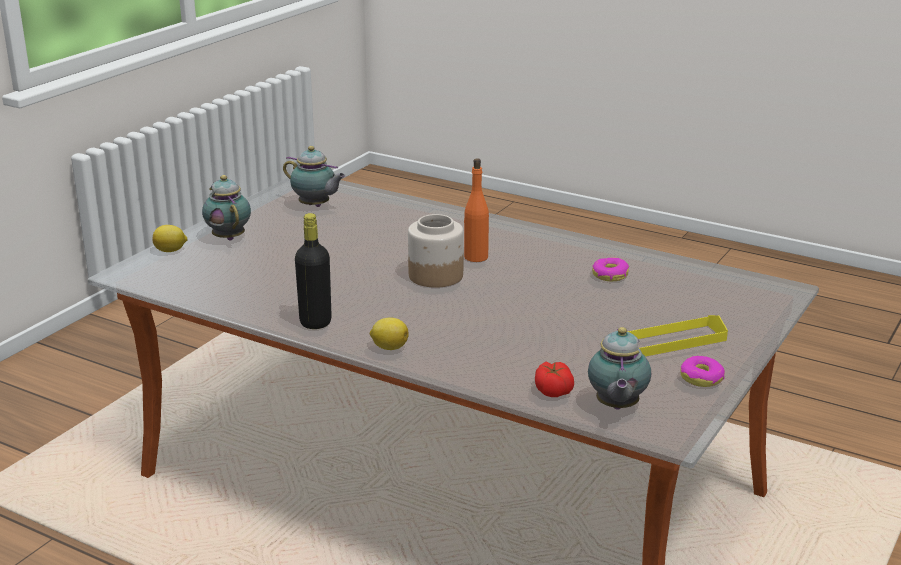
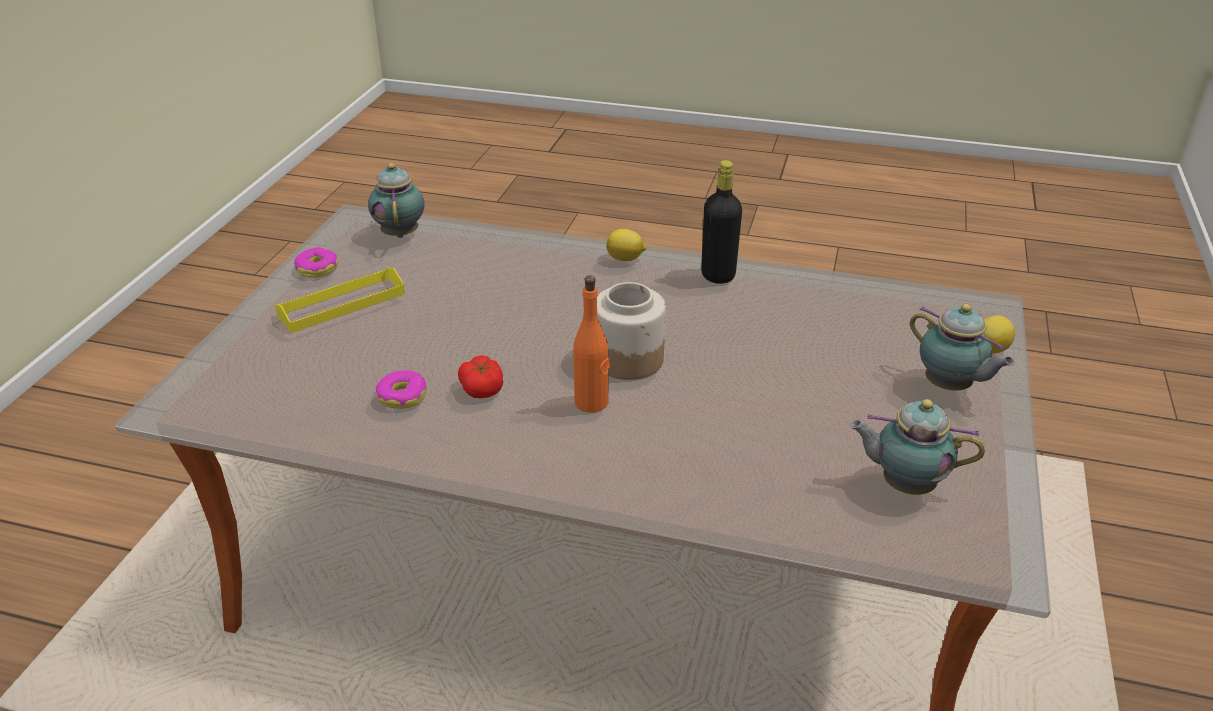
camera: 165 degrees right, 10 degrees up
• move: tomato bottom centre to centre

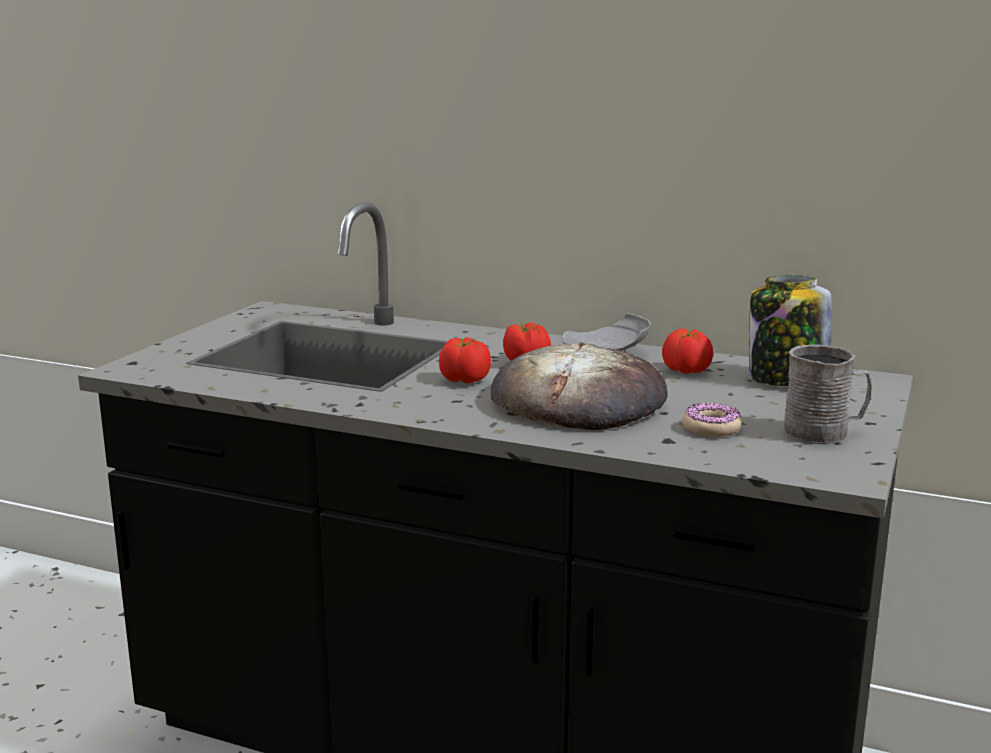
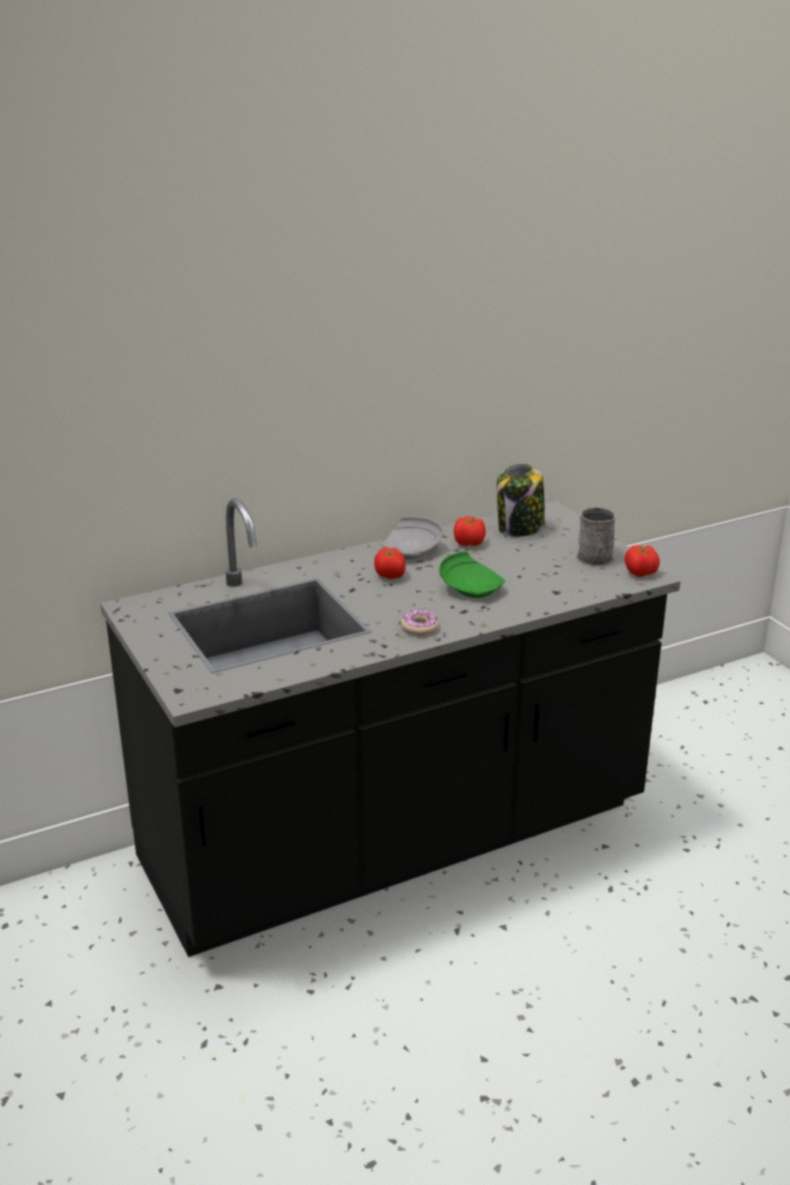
camera: 50 degrees left, 10 degrees up
• move: tomato (1st from left in the first image) centre to tomato (3rd from left) middle right
• replace: bakery bread centre to greenish plate centre
• move: doughnut middle right to centre

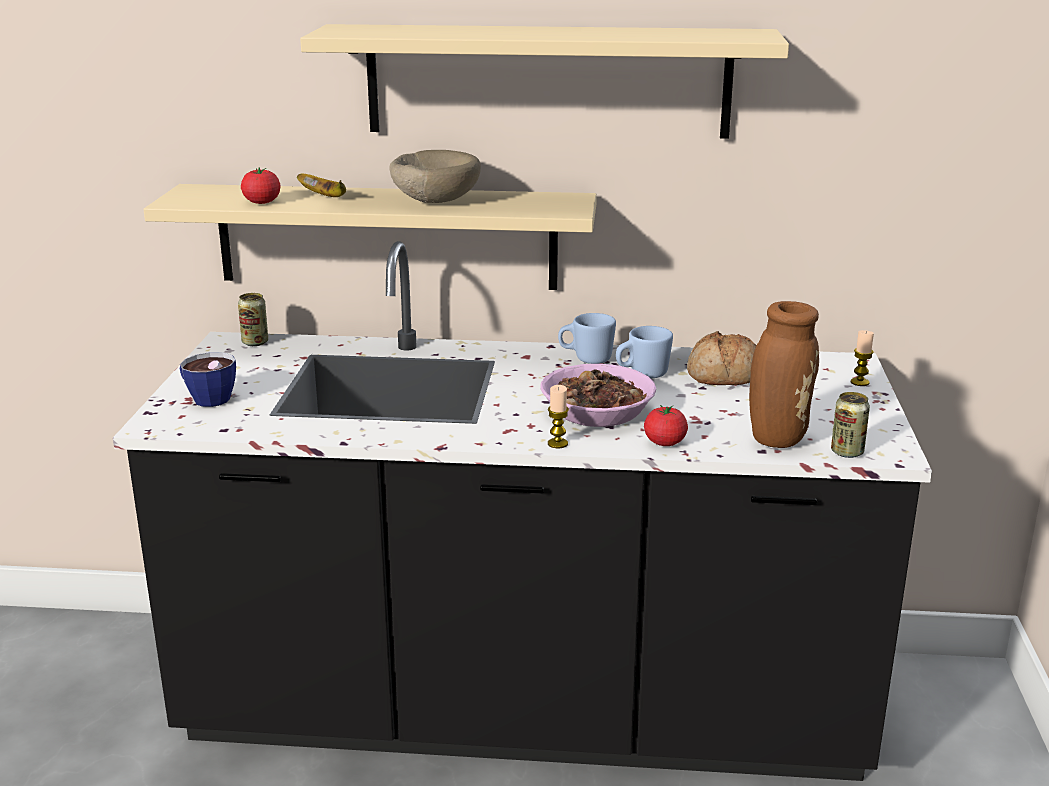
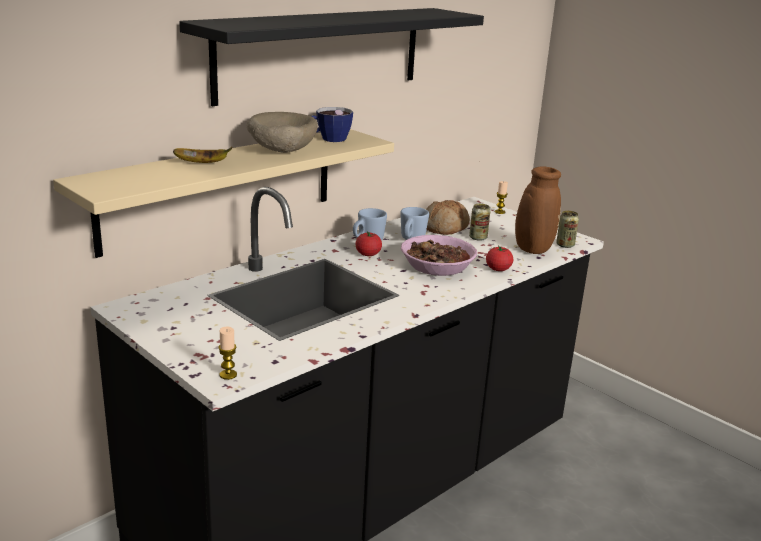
camera: 50 degrees left, 0 degrees up
• move: drinking cup middle left to top centre
• move: metal can (1st from left) middle left to centre
• move: tomato (1st from left) top left to centre
• recolor: beige wall shelf (2nd from left) top centre to blackish wall shelf top centre
• move: wax light (1st from left) centre to middle left

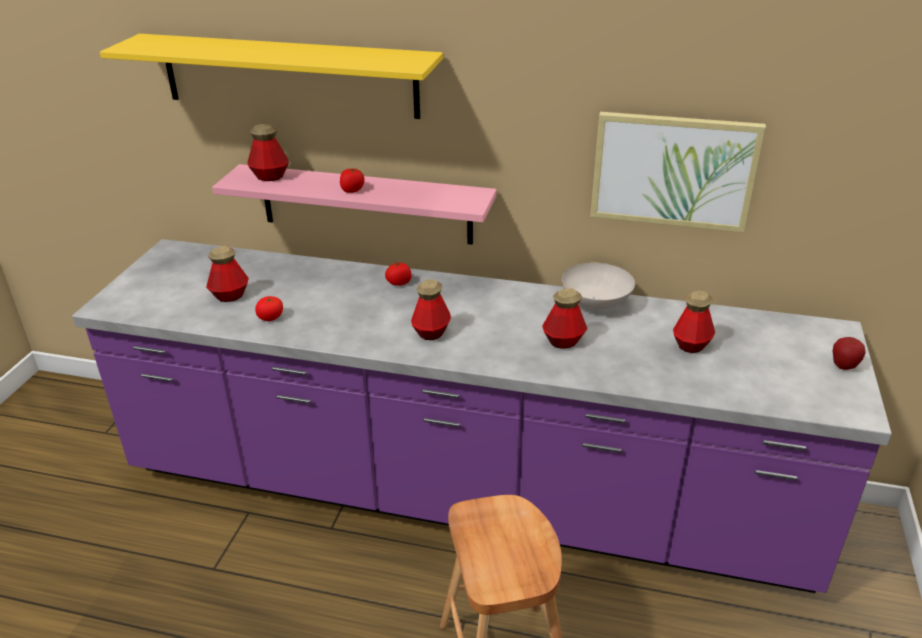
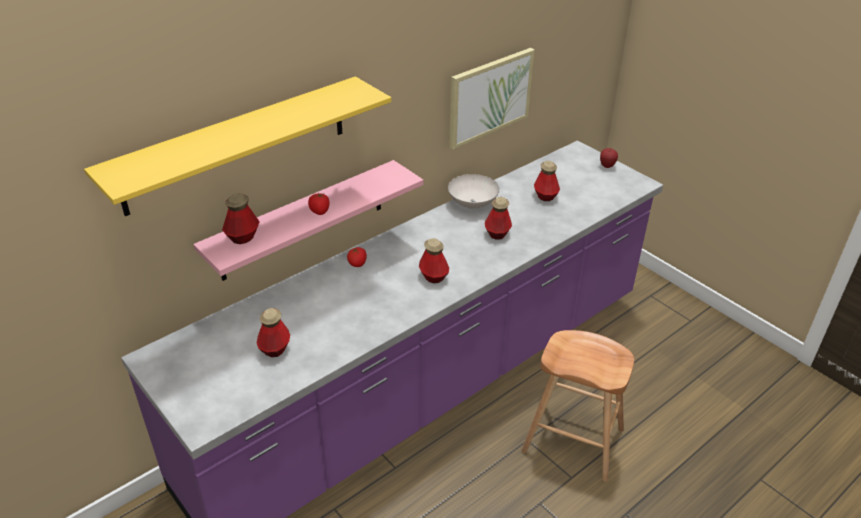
camera: 55 degrees left, 5 degrees up
• delete: tomato (1st from left) middle left

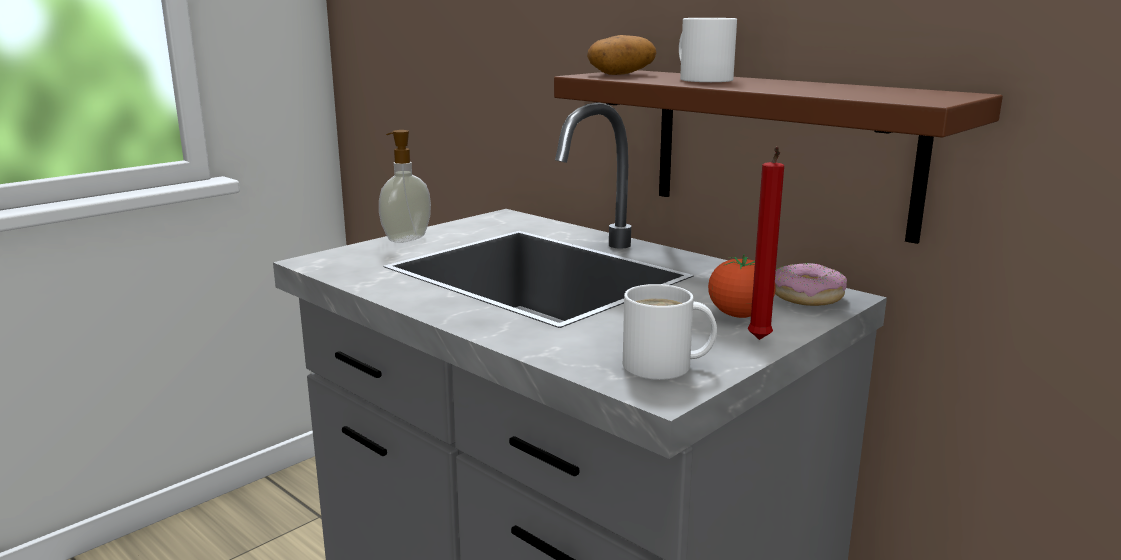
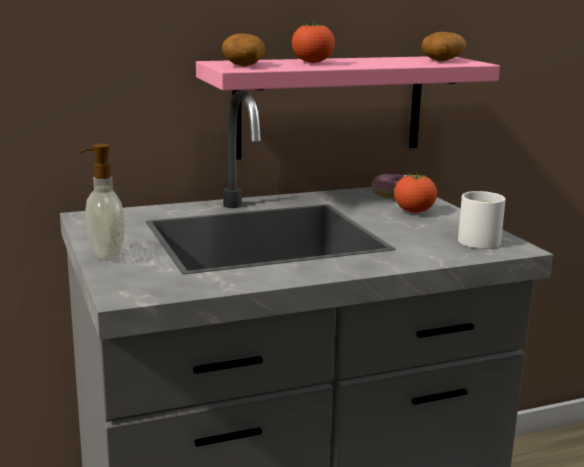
camera: 65 degrees left, 0 degrees up
• recolor: brownish wall shelf top right to pinkish wall shelf top centre
• replace: white mug (2nd from left) top centre to tomato (1st from left) top centre
• delete: red wax light middle right
• insert: whole potato (2nd from left) top right

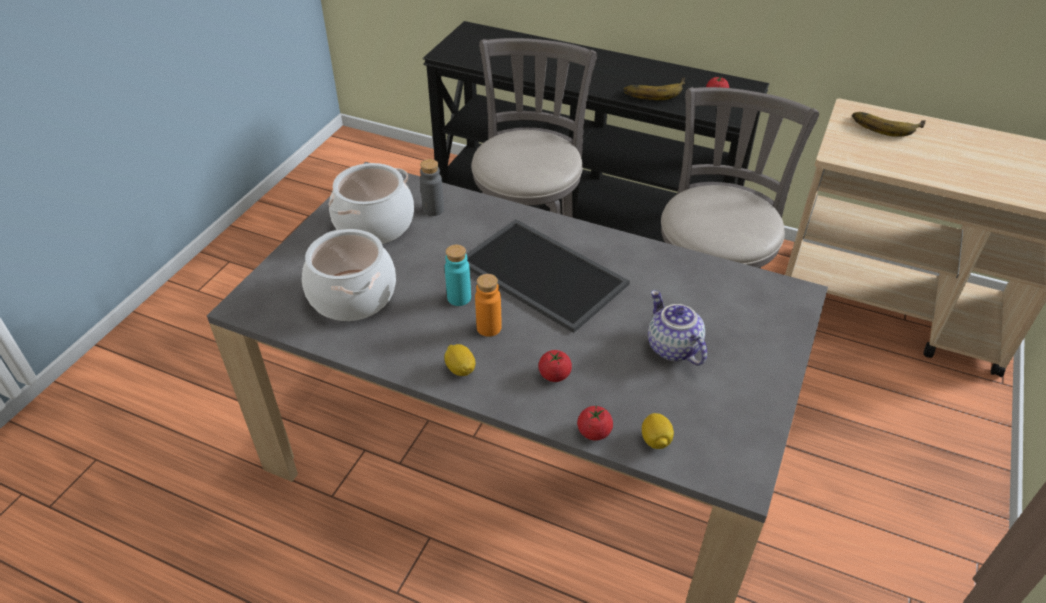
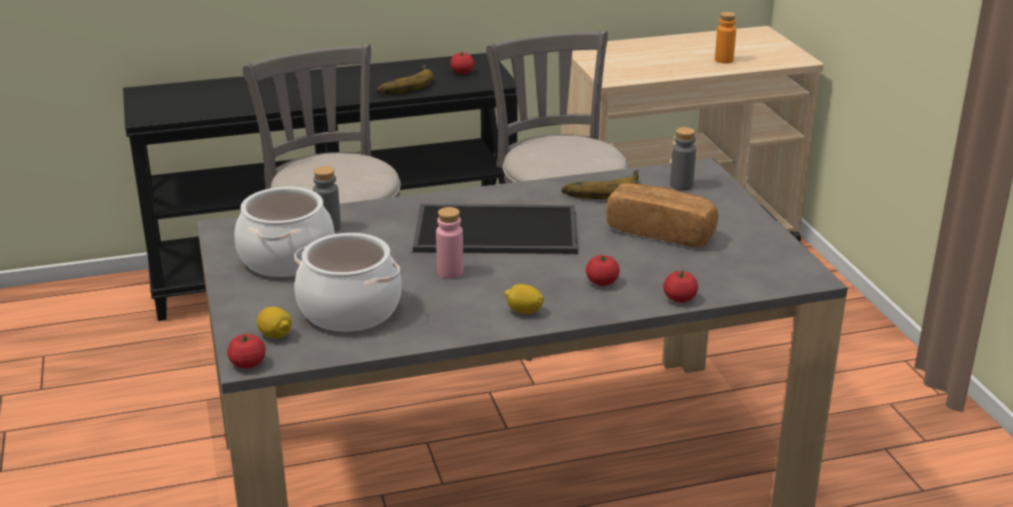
camera: 40 degrees left, 15 degrees down
• recolor: blue-green beverage bottle centre to pinkish beverage bottle centre
• move: orange beverage bottle centre to top right
• move: citrus fruit (2nd from left in the first image) bottom centre to citrus fruit (1st from left) middle left
• replace: teapot centre to bakery bread centre
• move: whole banana (2nd from left) top right to centre
• insert: tomato (1st from left) bottom left
• insert: gray beverage bottle (2nd from left) top right

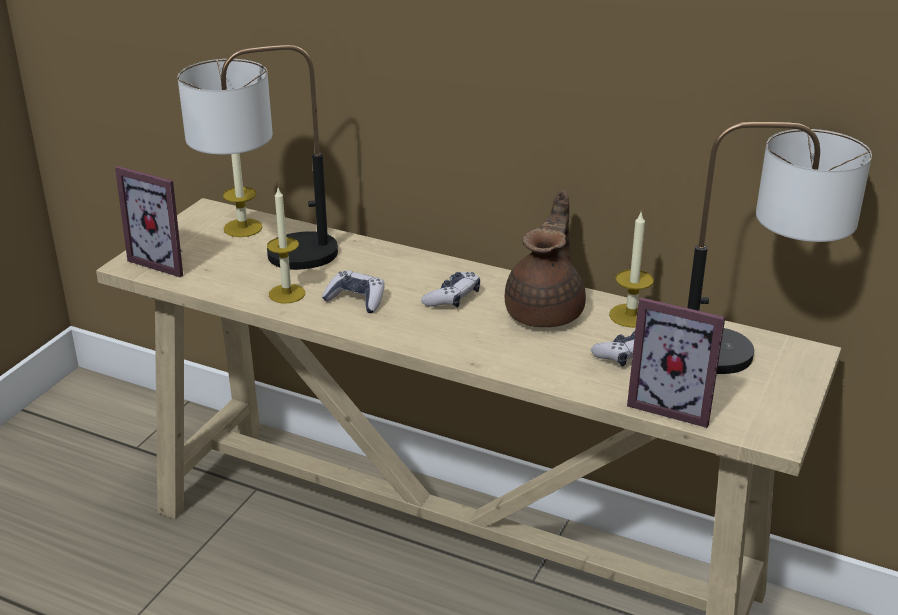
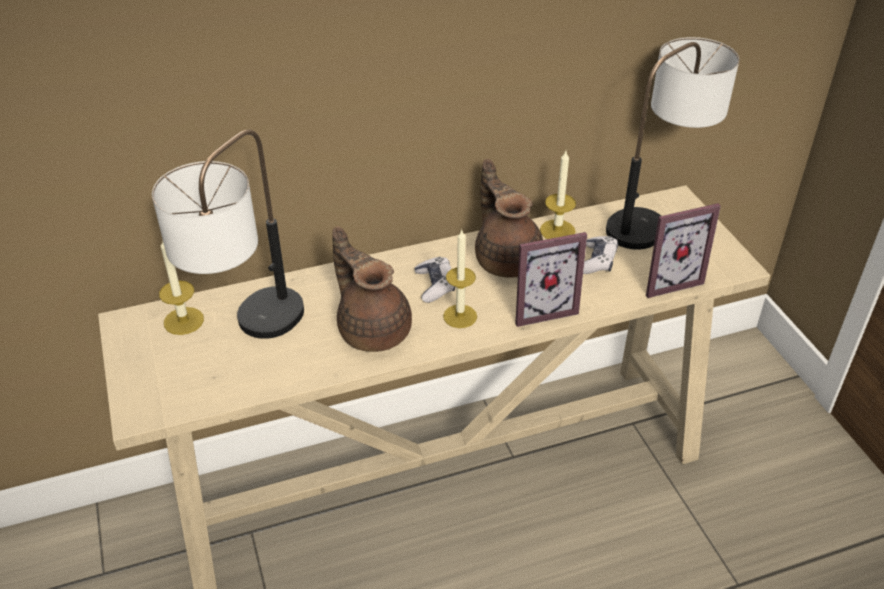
camera: 45 degrees left, 10 degrees up
• move: photo frame (1st from left) middle left to centre
• move: wax light (2nd from left) middle left to centre
• replace: joypad (1st from left) centre to brownish teapot (1st from left) centre

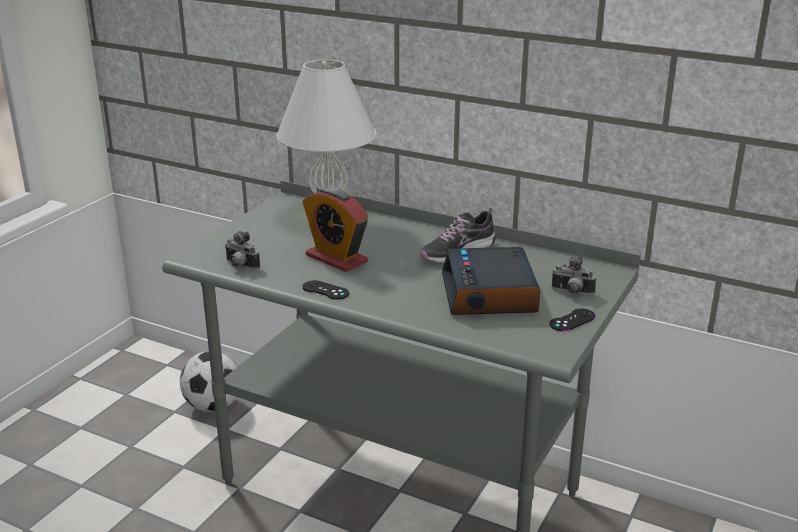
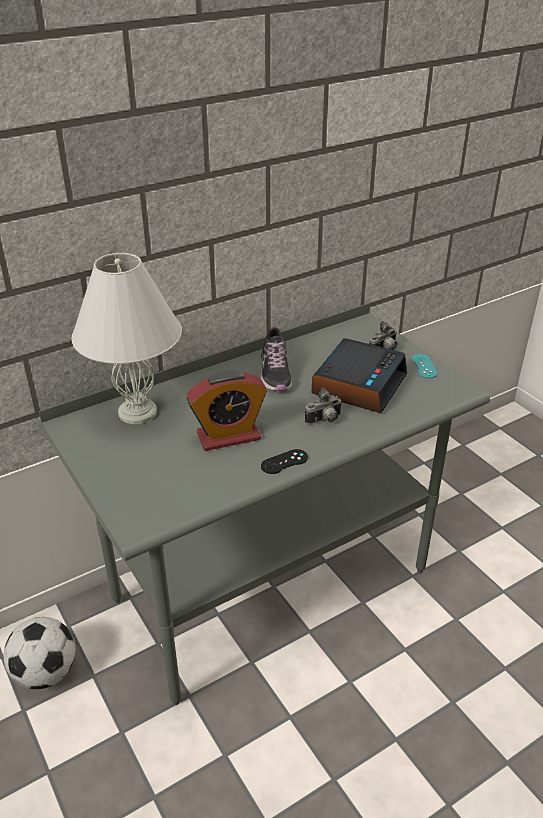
camera: 60 degrees left, 10 degrees up
• move: photo camera (1st from left) middle left to centre
• rotate: bedside clock (2nd from left) centre = centre 90 degrees counterclockwise
• recolor: blackish joypad (2nd from left) middle right to blue-green joypad middle right

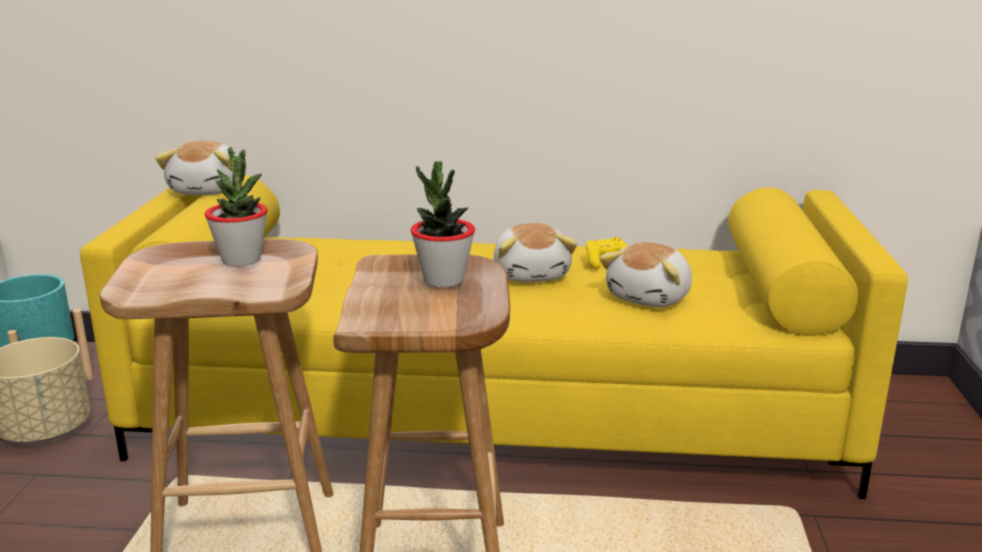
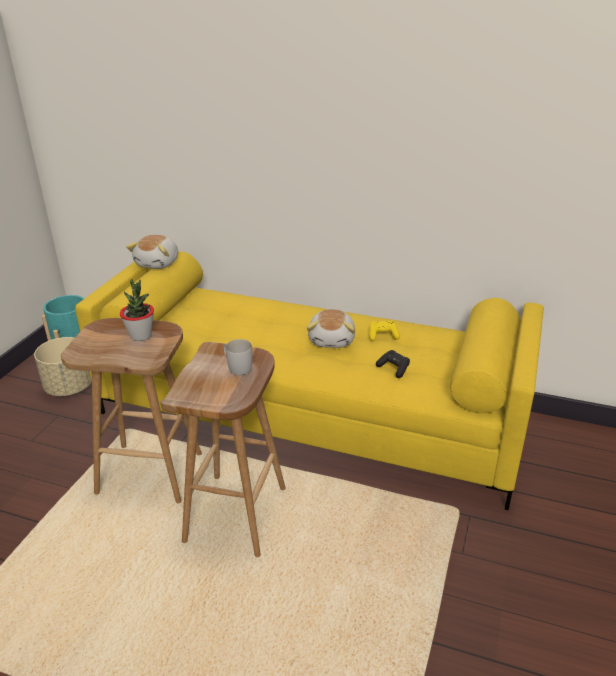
camera: 15 degrees right, 10 degrees up
• replace: houseplant (2nd from left) centre to white mug centre
• replace: cuddly toy (3rd from left) centre to blackish joypad centre

